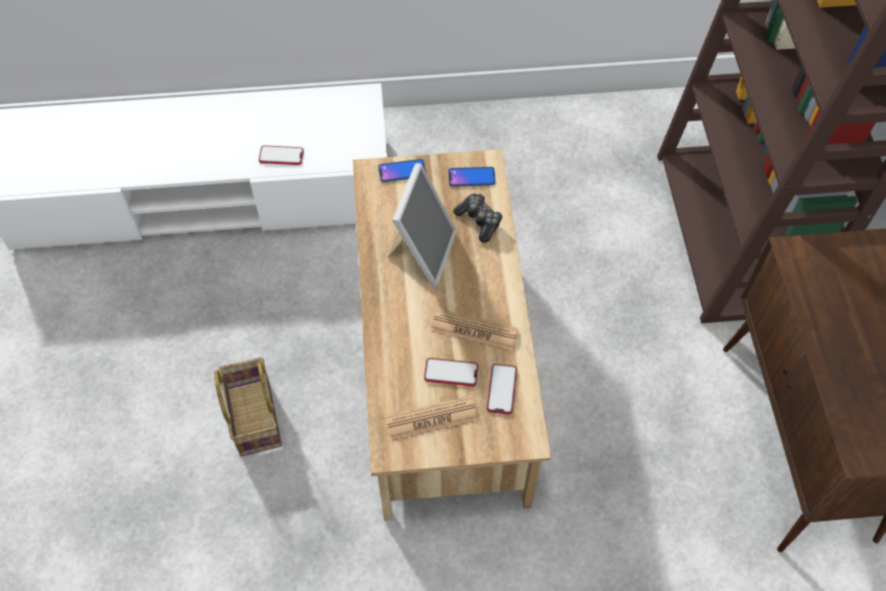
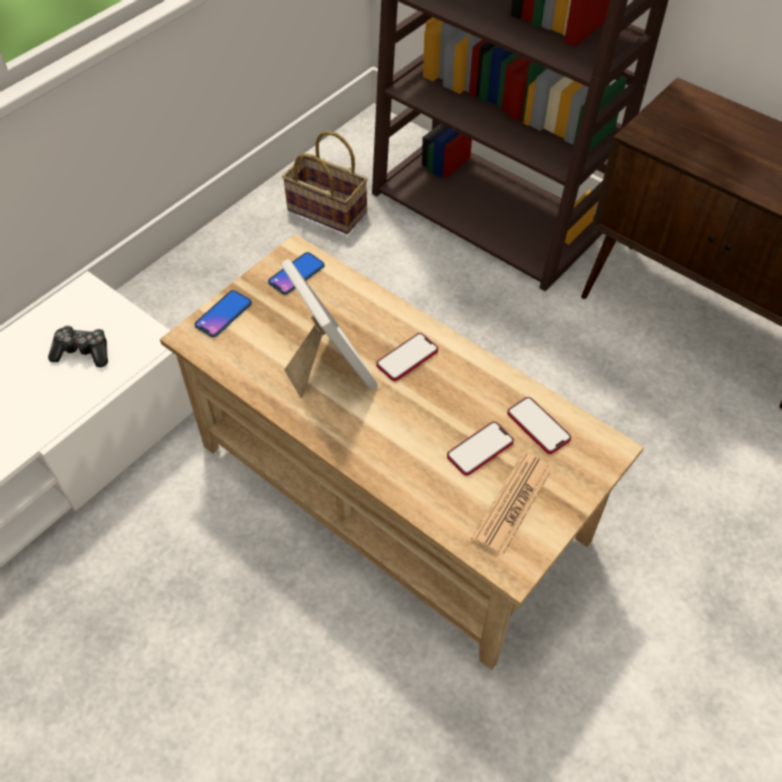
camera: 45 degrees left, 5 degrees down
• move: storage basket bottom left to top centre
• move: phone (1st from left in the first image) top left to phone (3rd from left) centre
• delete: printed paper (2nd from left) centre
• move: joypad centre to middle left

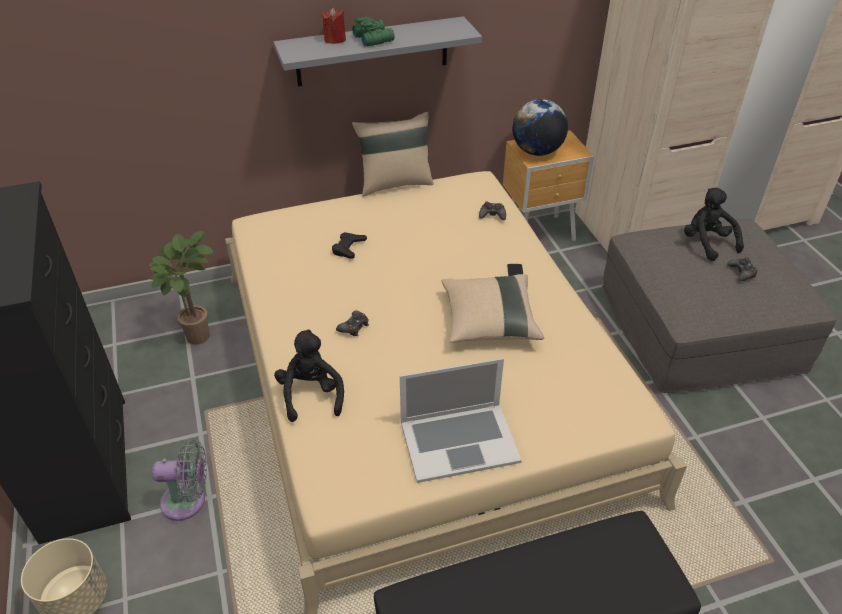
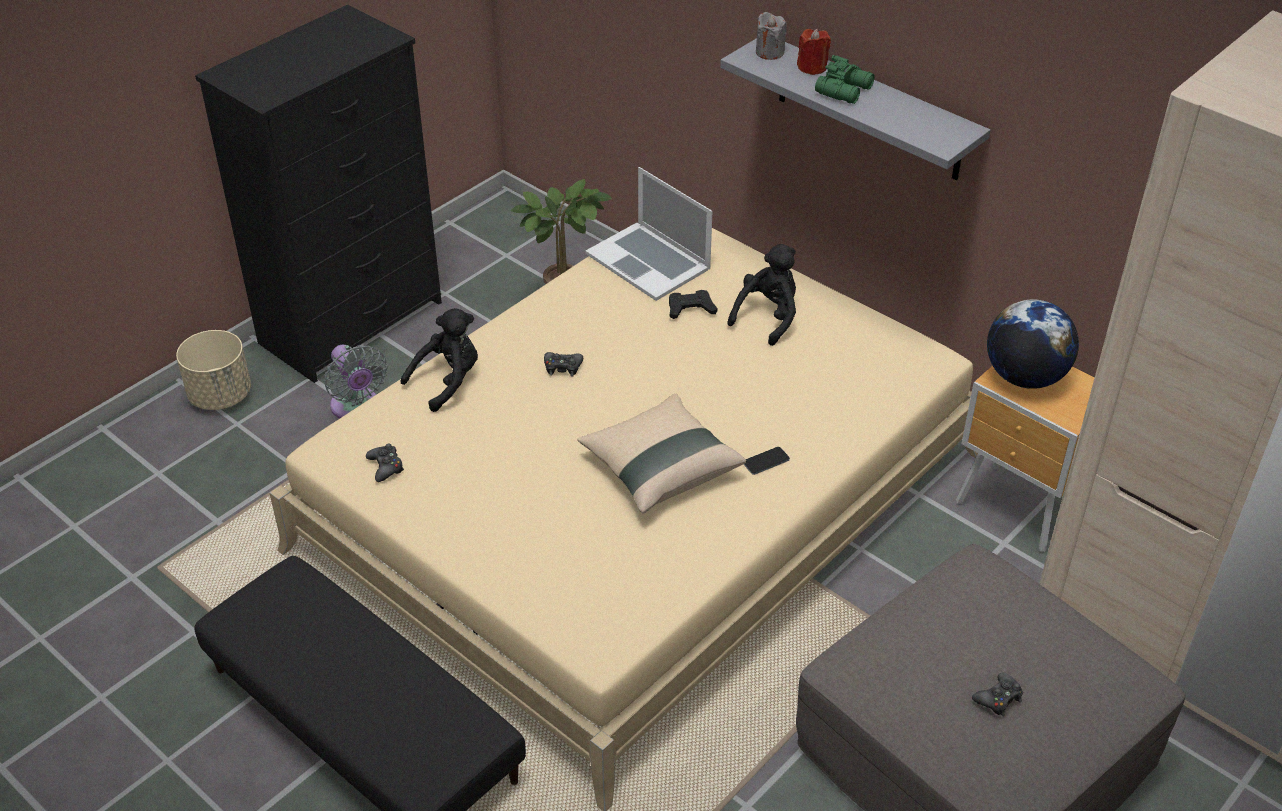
camera: 60 degrees right, 0 degrees up
• delete: beige cushion (1st from left) top centre
• move: laptop bottom centre to top centre
• move: blackish joypad (3rd from left in the first image) centre to blackish joypad (1st from left) middle left
• move: blackish cuddly toy (2nd from left) middle right to centre
• insert: gray wax light top centre

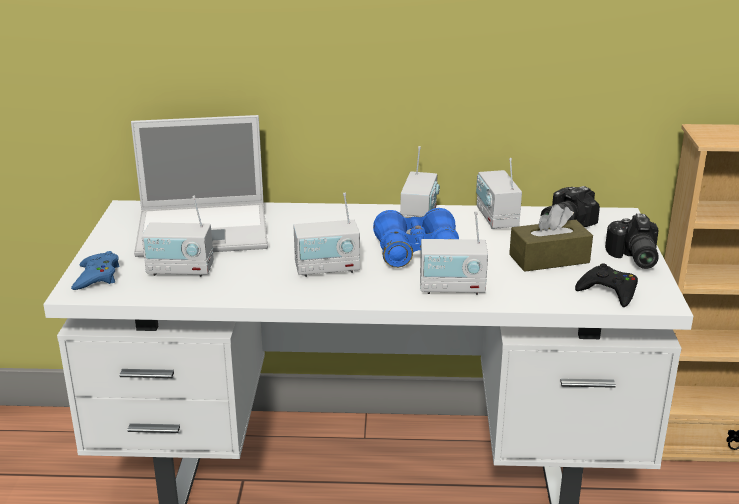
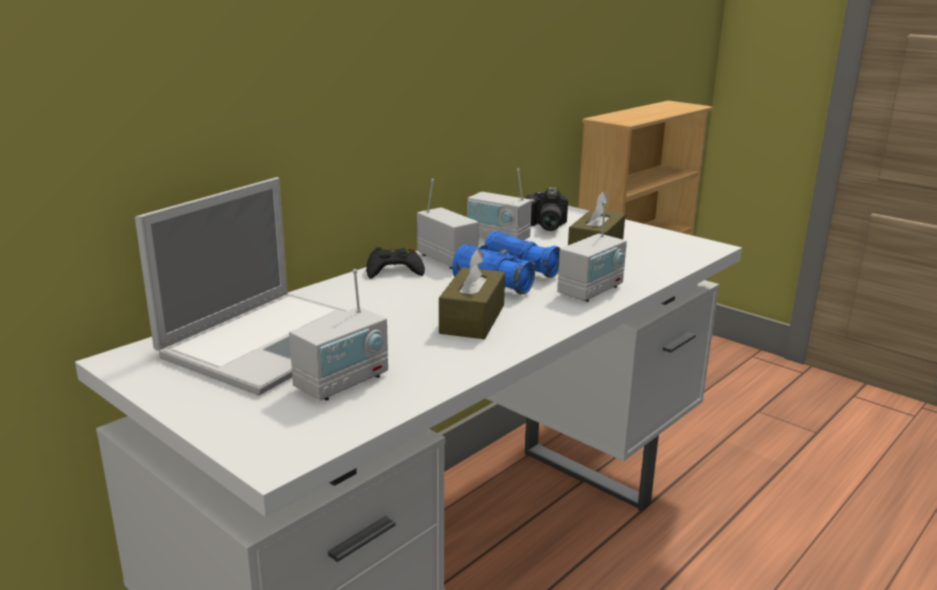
camera: 50 degrees left, 5 degrees down
• delete: blue-coloured joypad middle left
• replace: radio receiver (2nd from left) centre to brownish tissue holder (1st from left) centre
• move: blackish joypad middle right to centre
• delete: photo camera (2nd from left) middle right

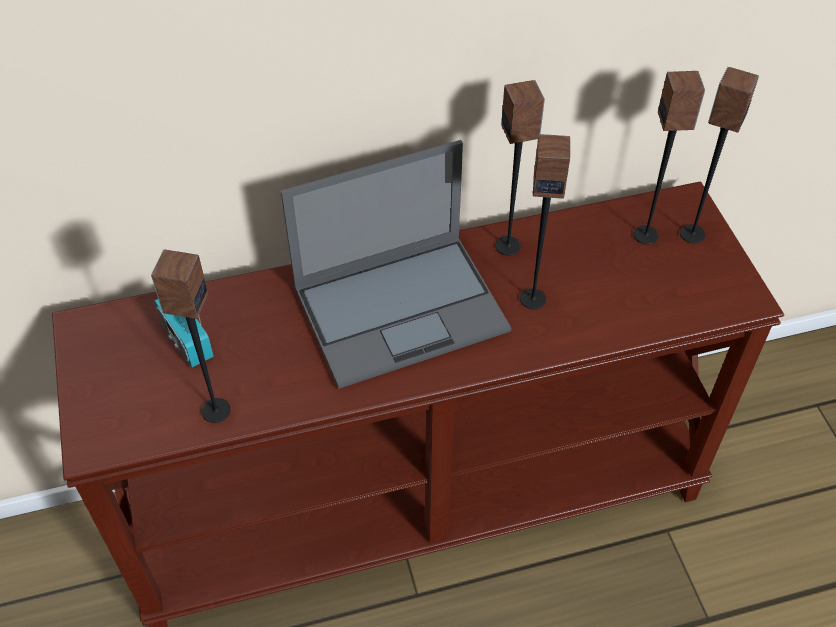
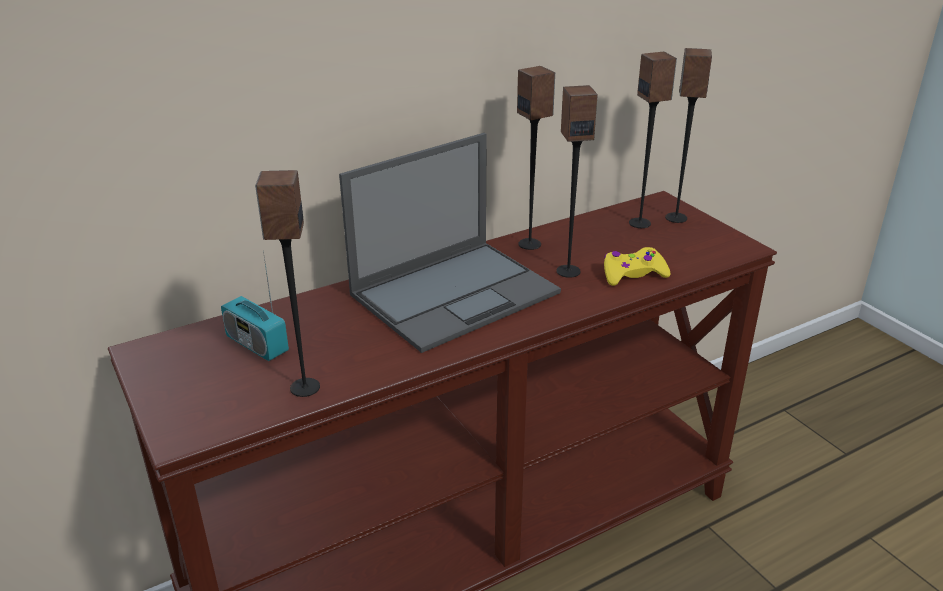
camera: 15 degrees left, 20 degrees down
• insert: yellow joypad middle right

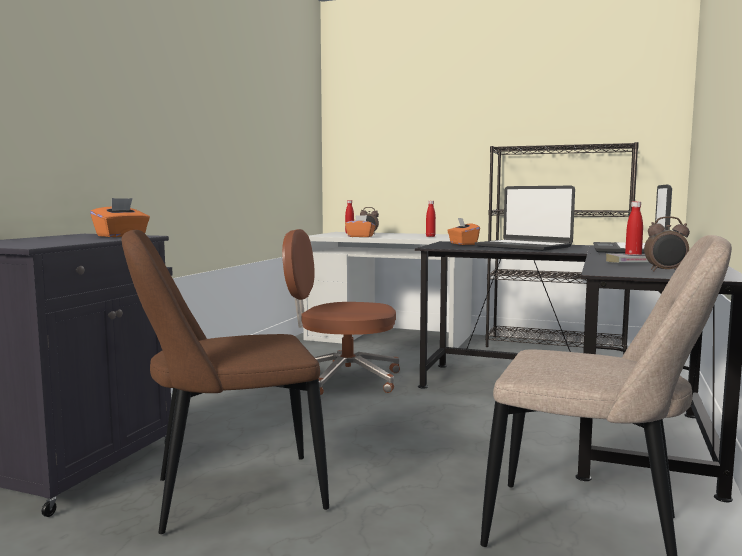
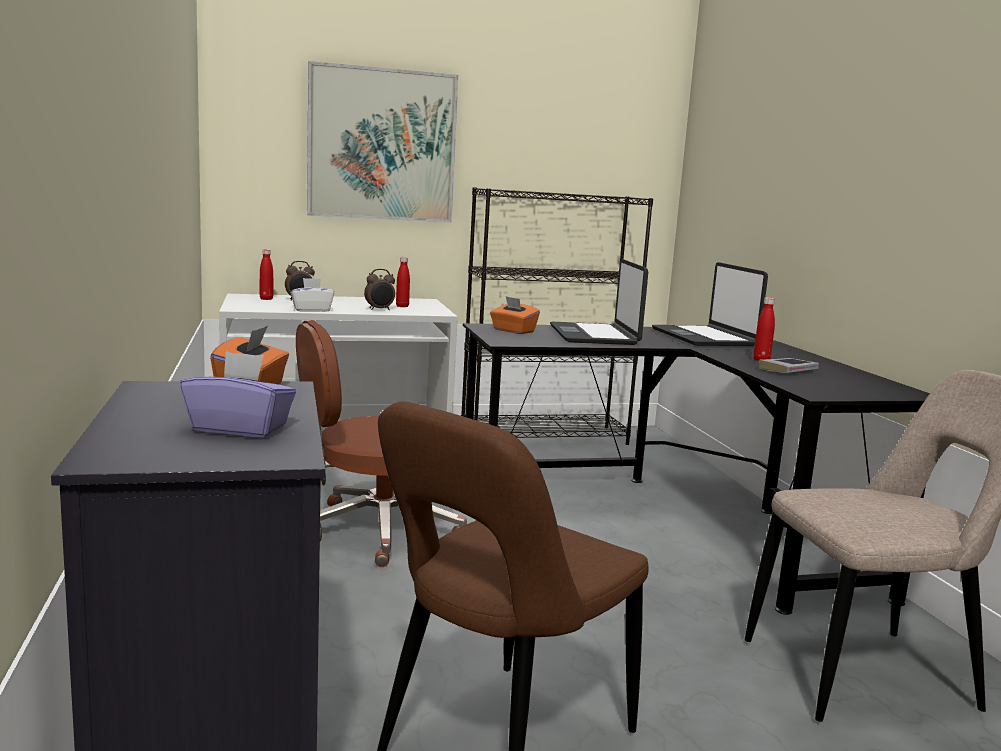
camera: 35 degrees left, 5 degrees up
• recolor: orange tissue holder (2nd from left) centre to white tissue holder middle left
• rotate: laptop (1st from left) middle right = centre 75 degrees clockwise
• move: bedside clock (2nd from left) middle right to centre
• insert: purplish tissue holder middle left
• insert: wall art top centre

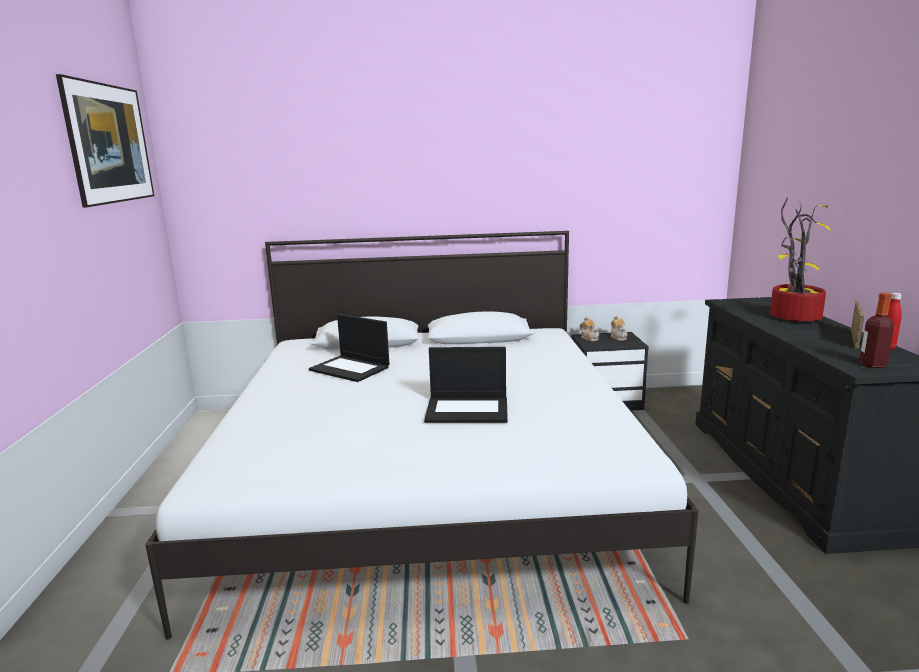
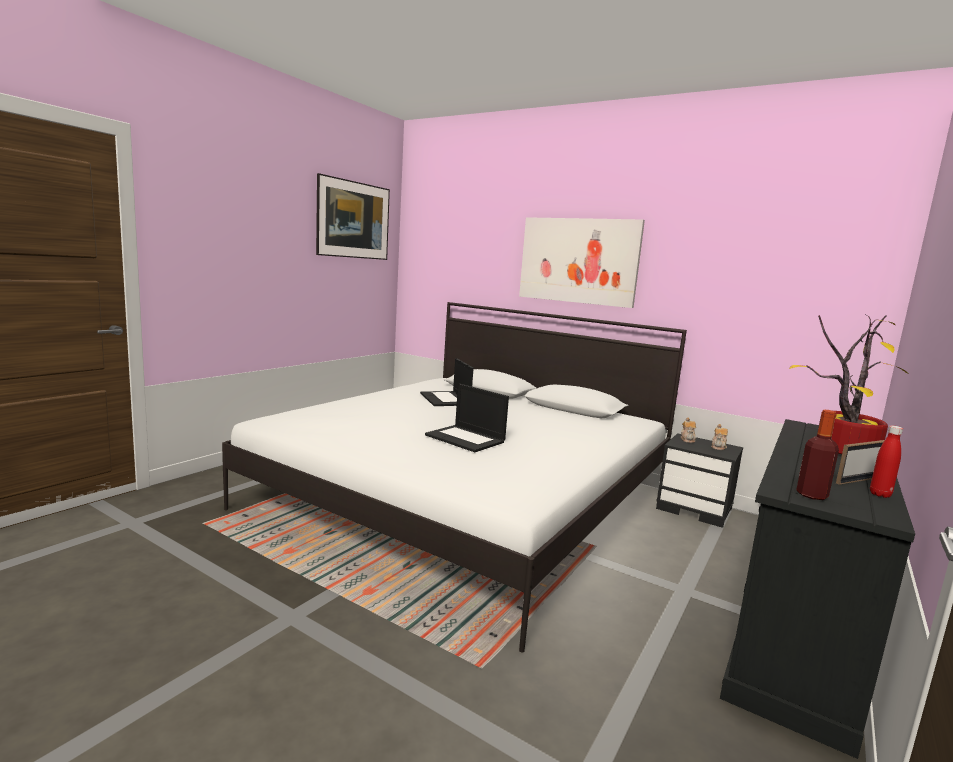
camera: 35 degrees right, 5 degrees down
• insert: wall art (2nd from left) centre

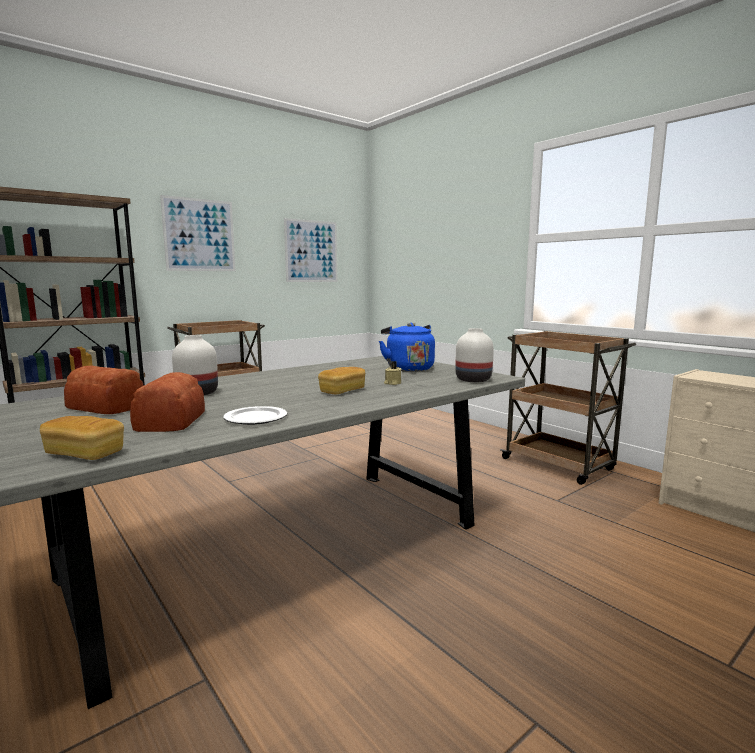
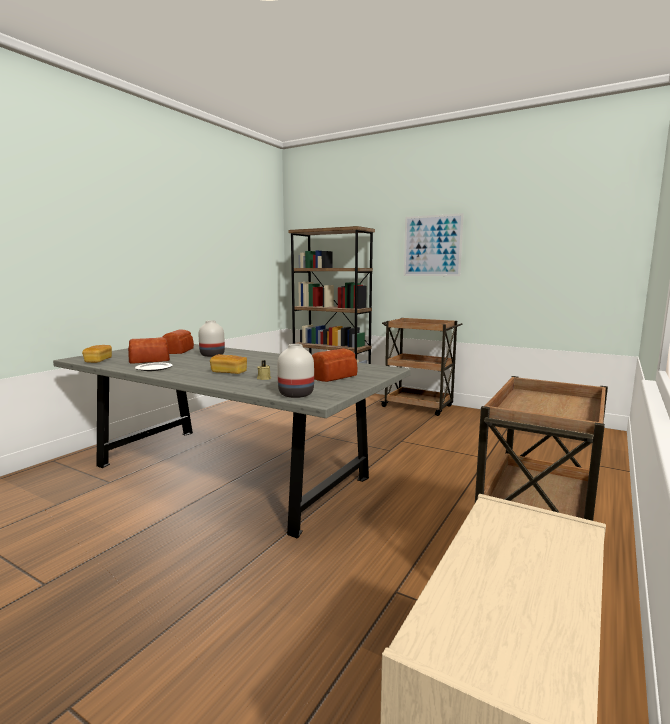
camera: 70 degrees right, 0 degrees up
• delete: wall art (2nd from left) top centre
• replace: blue-coloured water kettle centre to bakery bread (5th from left) centre

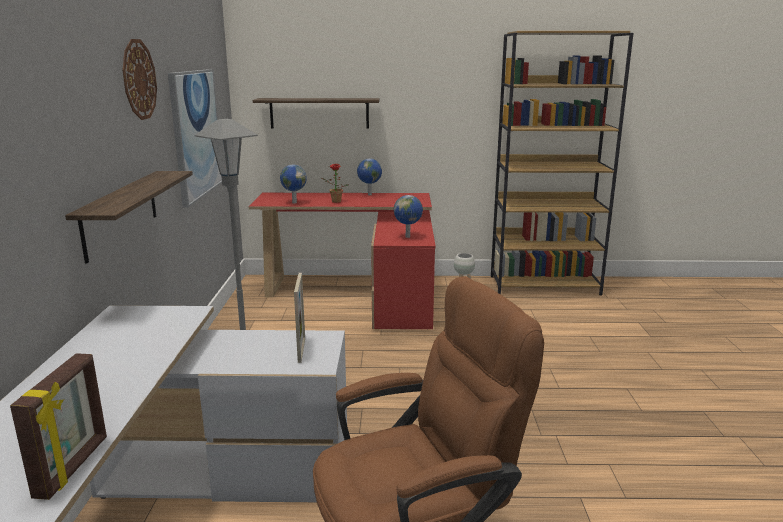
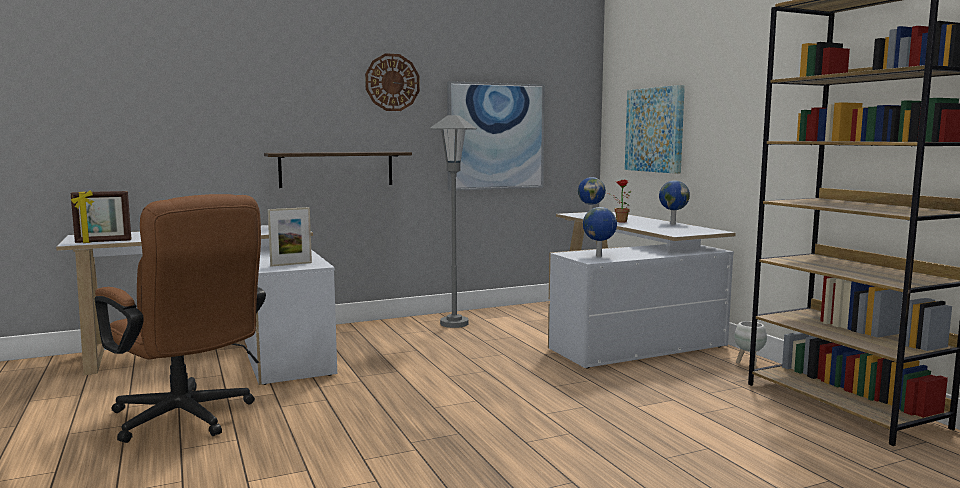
camera: 65 degrees right, 10 degrees down
• recolor: red desk unit centre to white desk unit (2nd from left) middle right
• replace: wall shelf (2nd from left) top centre to wall art (2nd from left) top right

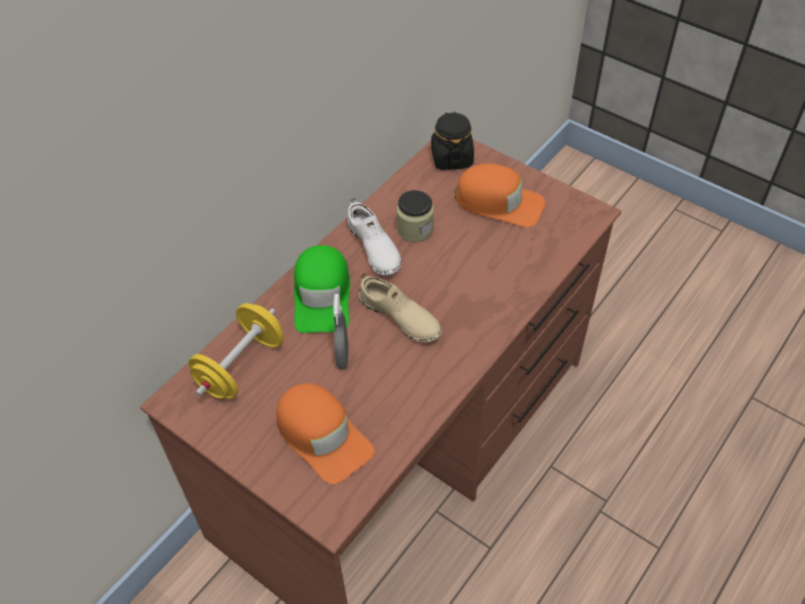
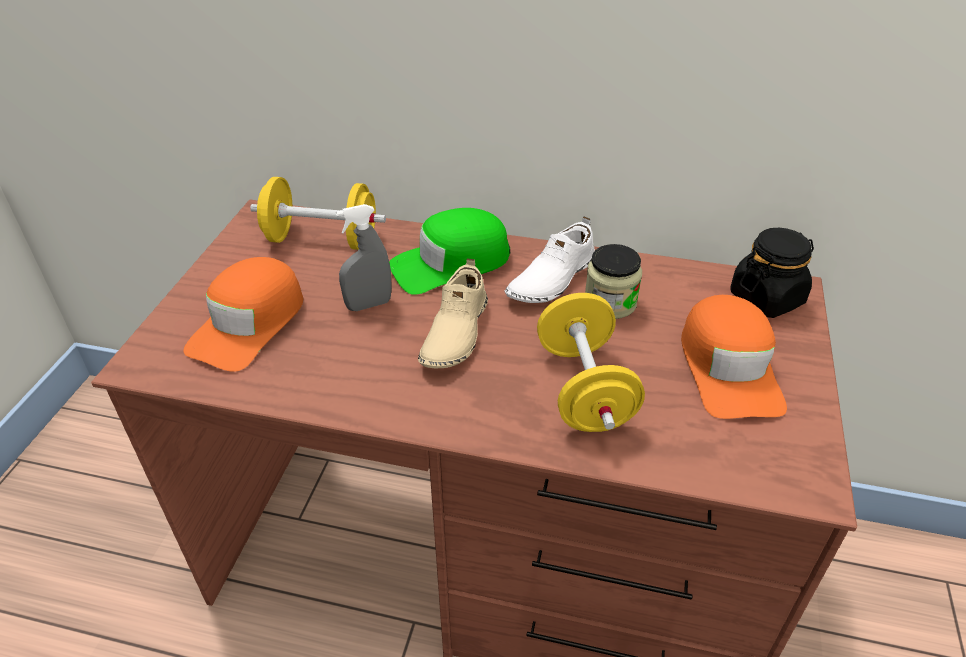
camera: 65 degrees right, 10 degrees down
• insert: yellow hand weight (2nd from left) centre

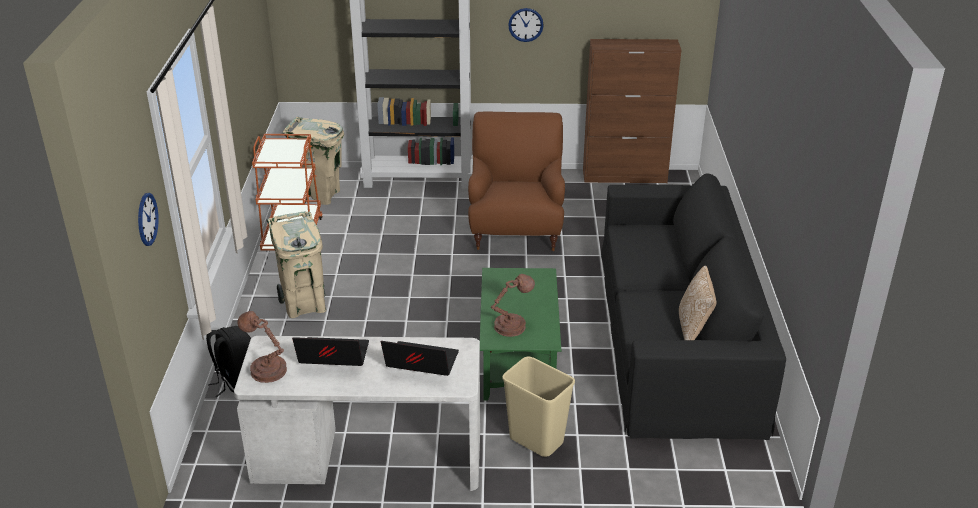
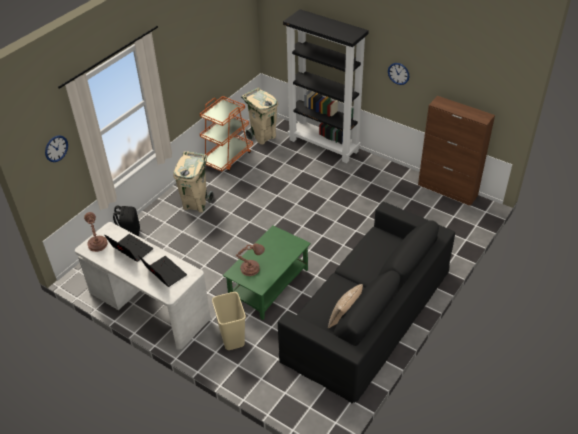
camera: 35 degrees right, 10 degrees up
• delete: brownish easy chair centre

